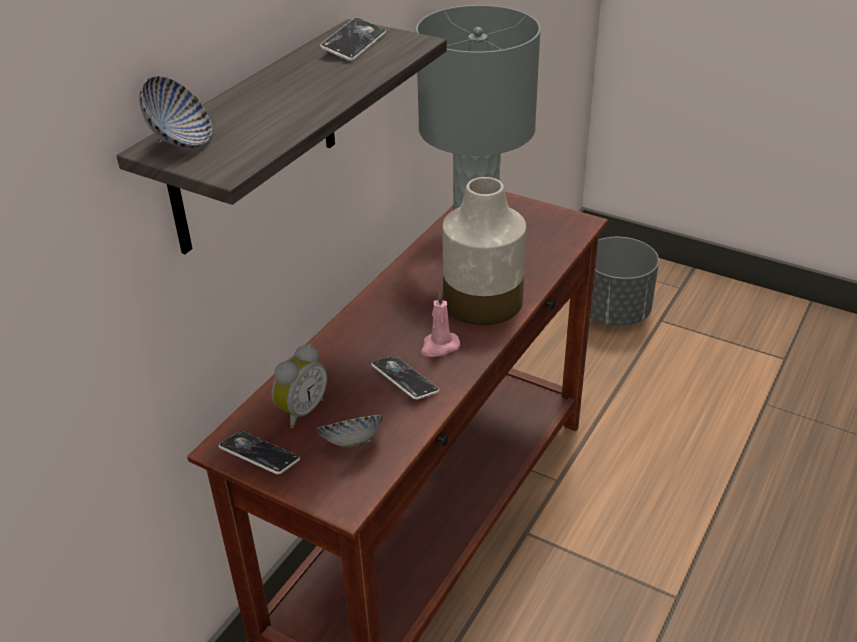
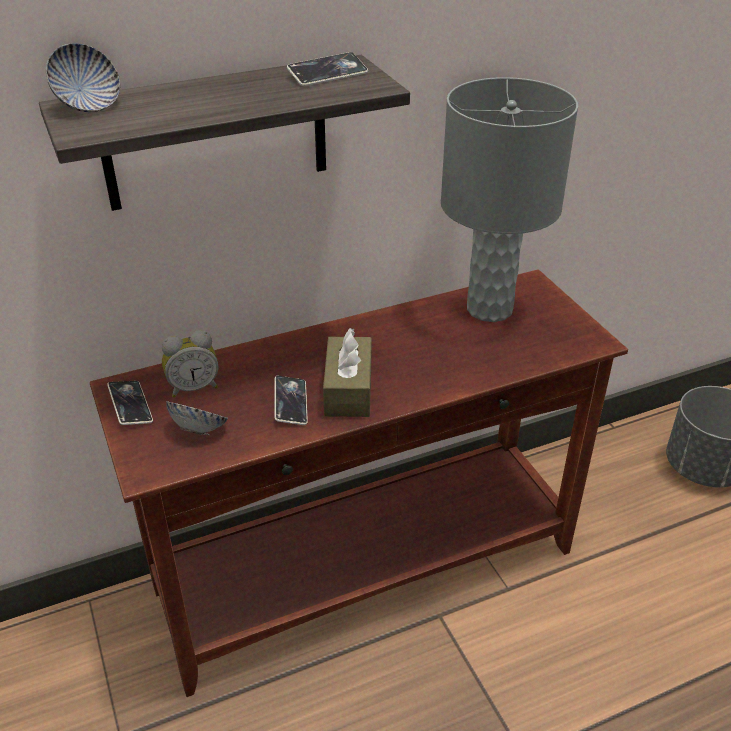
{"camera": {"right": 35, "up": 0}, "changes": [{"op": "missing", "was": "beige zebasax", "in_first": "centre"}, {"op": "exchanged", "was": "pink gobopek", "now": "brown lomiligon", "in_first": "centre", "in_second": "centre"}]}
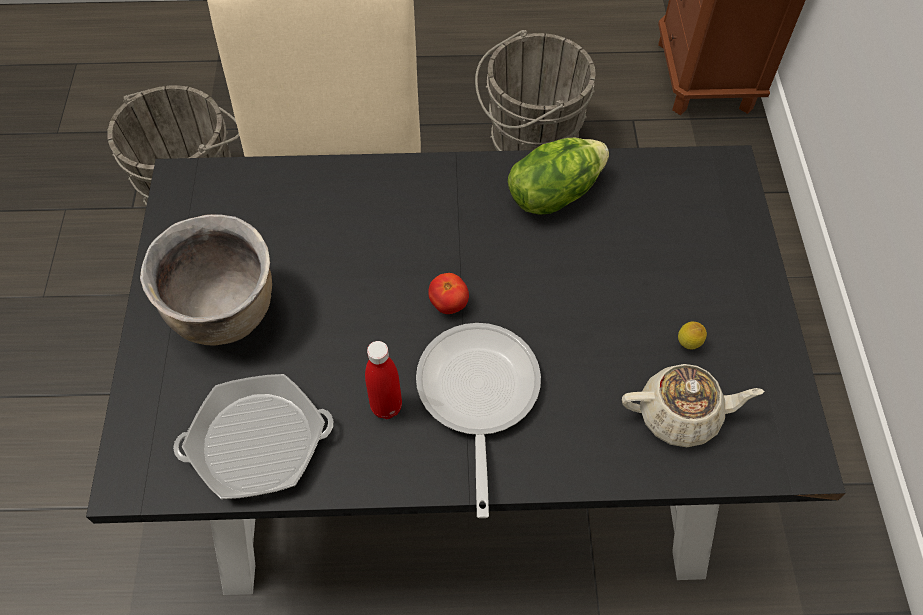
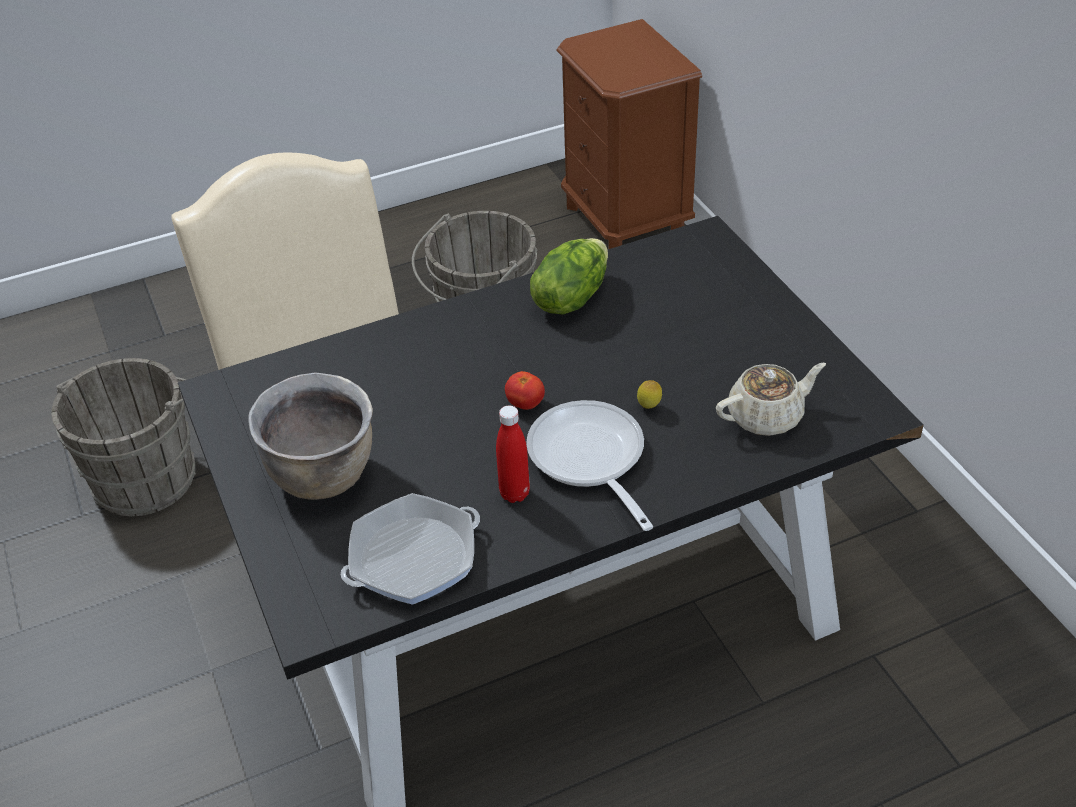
{"camera": {"right": -20, "up": -15}, "changes": [{"op": "relocated", "was": "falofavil", "in_first": "middle right", "in_second": "centre"}]}
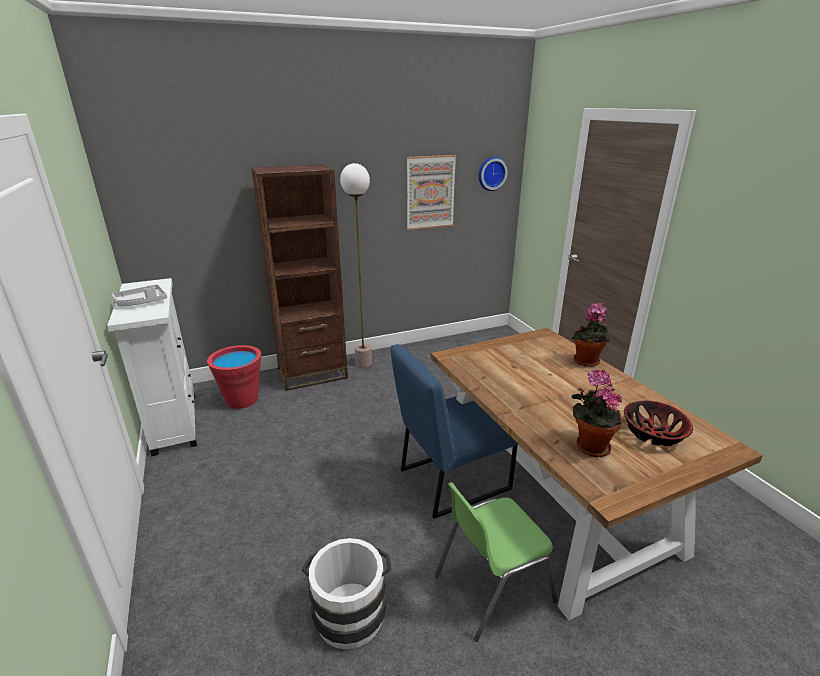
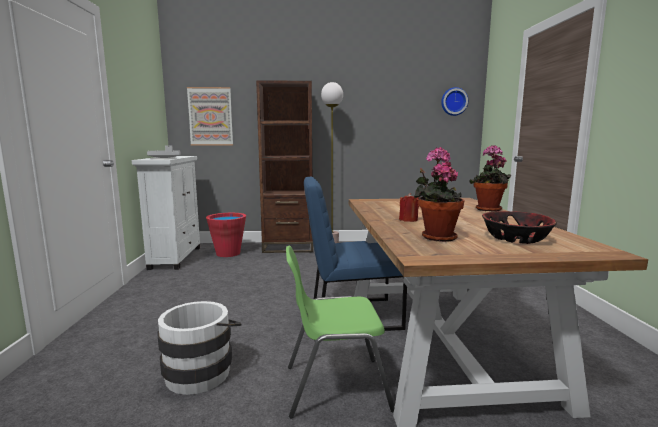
{"camera": {"right": 20, "up": -15}, "changes": [{"op": "relocated", "was": "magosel", "in_first": "top centre", "in_second": "top left"}, {"op": "appeared", "now": "red gobopek", "in_second": "centre"}]}
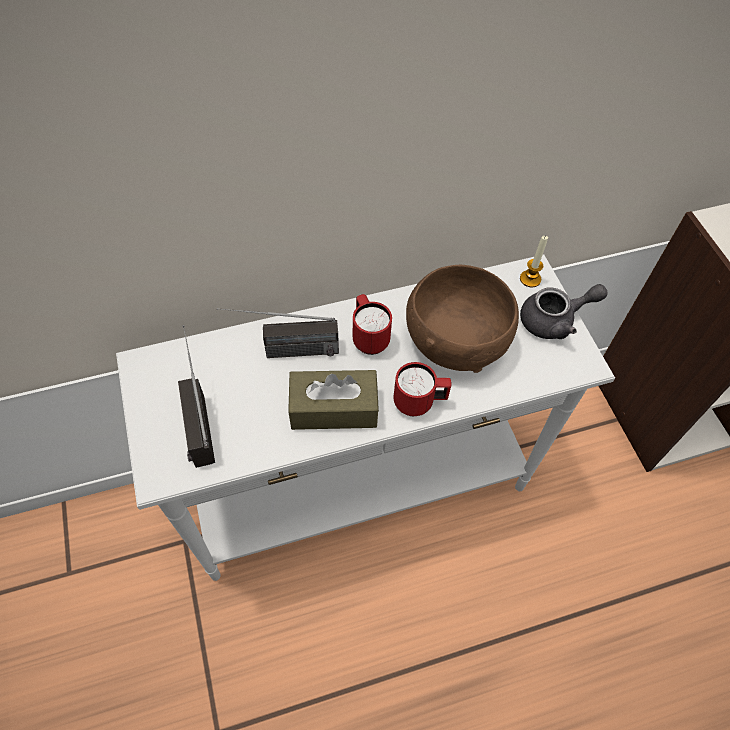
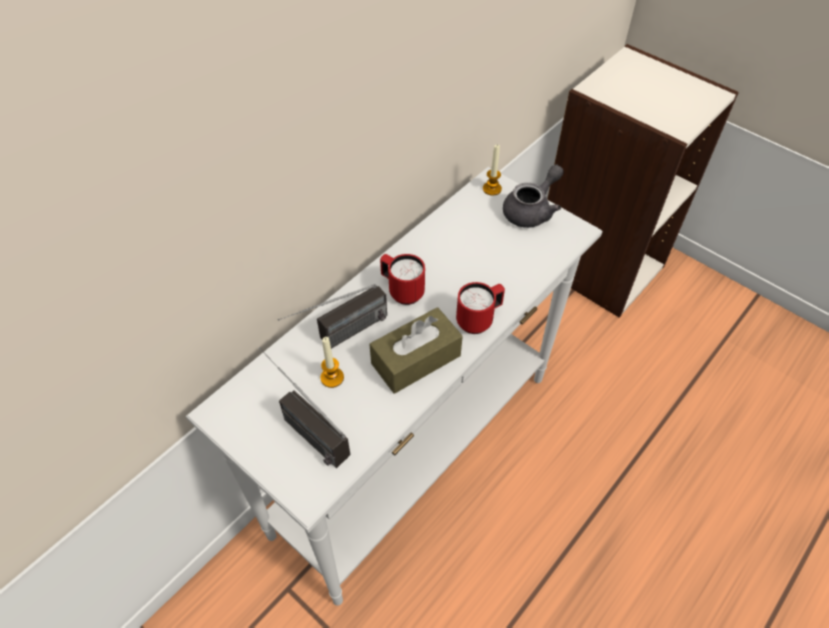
{"camera": {"right": -30, "up": -5}, "changes": [{"op": "missing", "was": "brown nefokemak", "in_first": "centre"}, {"op": "appeared", "now": "gobopek (no. 1 from left)", "in_second": "centre"}]}
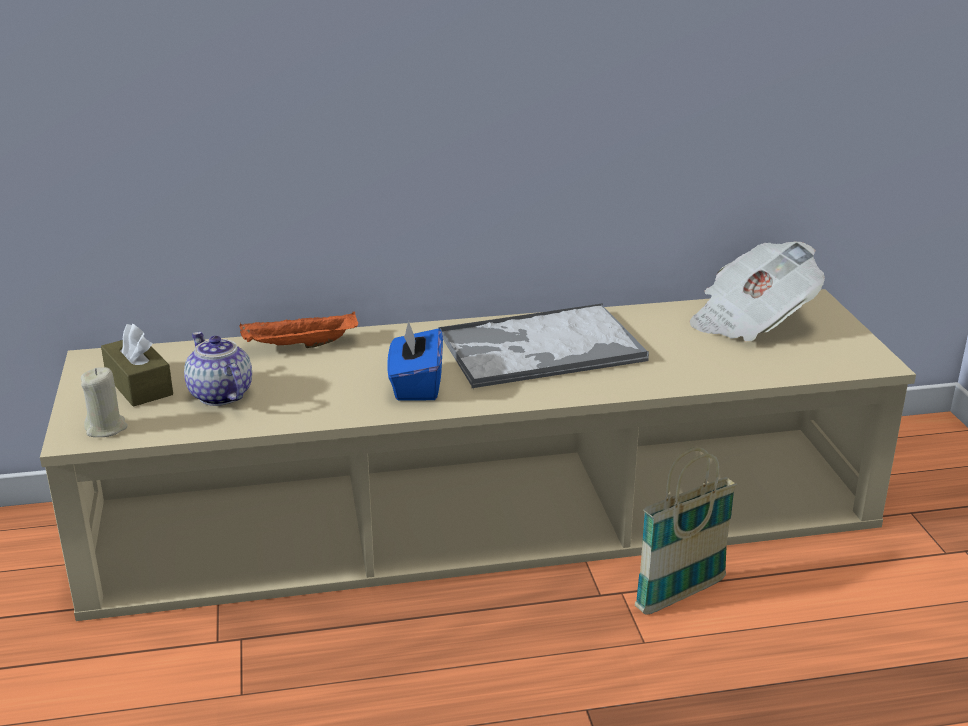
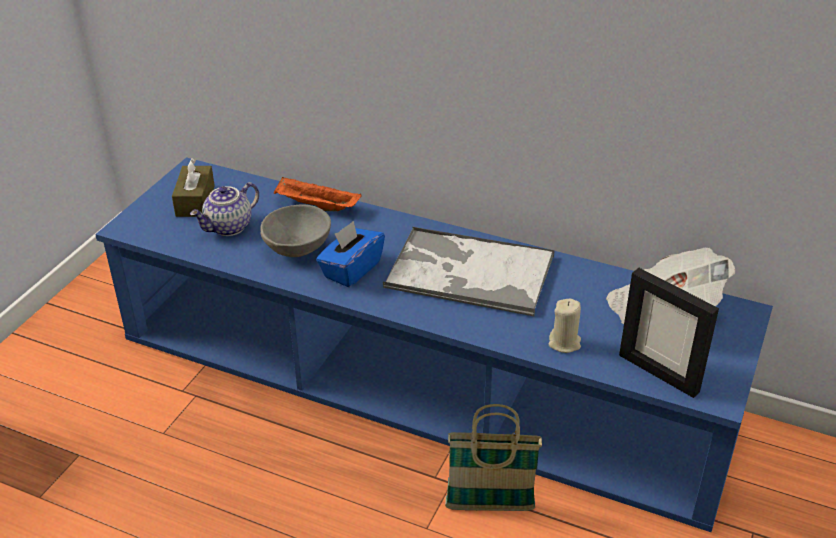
{"camera": {"right": 35, "up": 10}, "changes": [{"op": "colour", "was": "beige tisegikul", "now": "blue tisegikul", "in_first": "centre", "in_second": "centre"}, {"op": "spun", "was": "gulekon", "in_first": "middle left", "in_second": "middle left", "clockwise": -135}, {"op": "relocated", "was": "beige gobopek", "in_first": "middle left", "in_second": "middle right"}, {"op": "appeared", "now": "grey nefokemak", "in_second": "centre"}, {"op": "appeared", "now": "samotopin", "in_second": "middle right"}]}
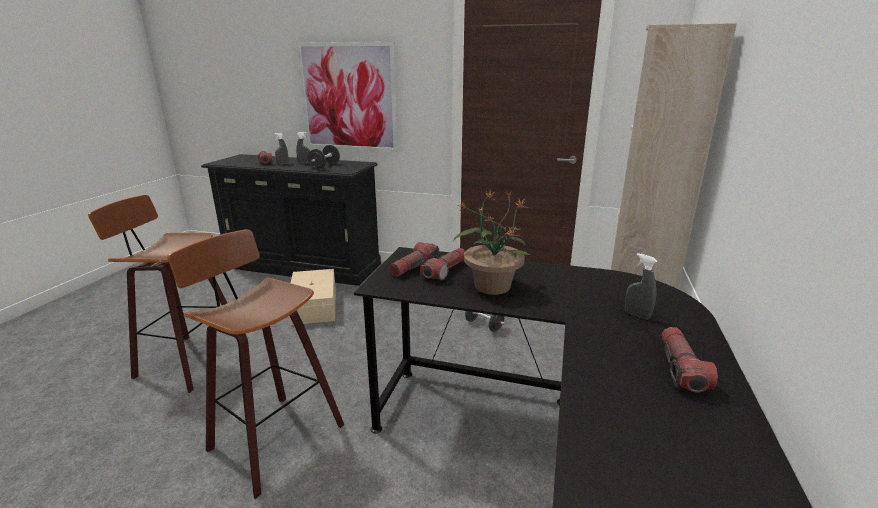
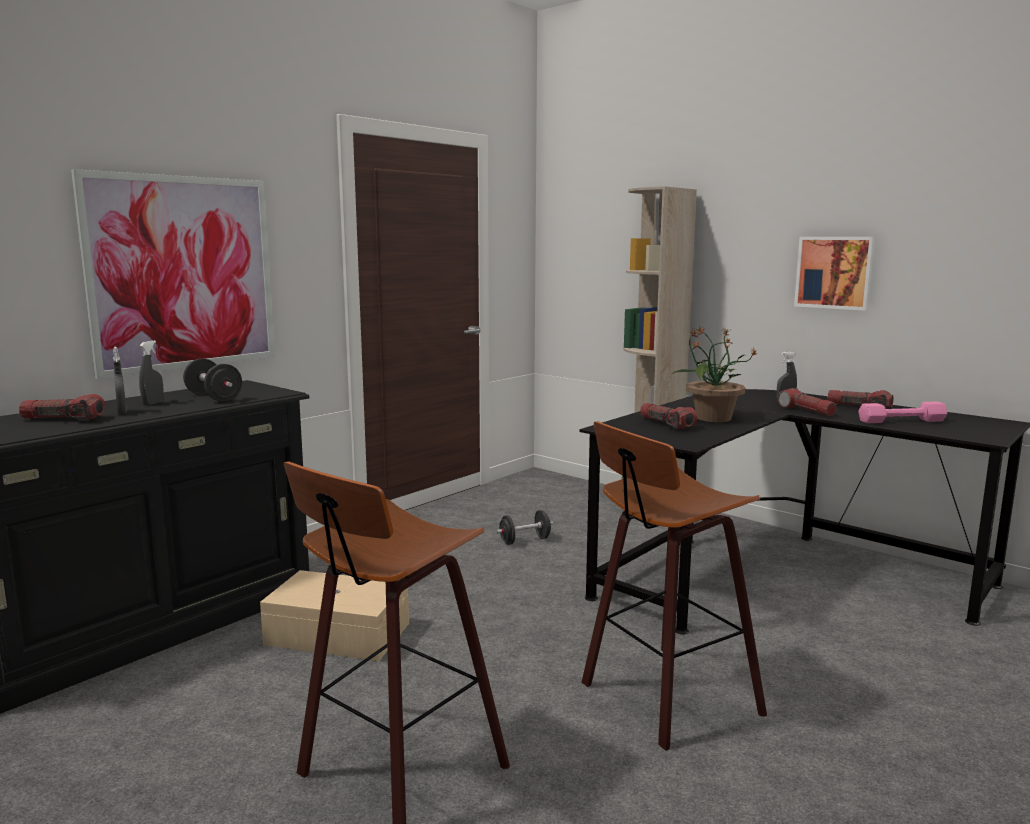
{"camera": {"right": -65, "up": -10}, "changes": [{"op": "relocated", "was": "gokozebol (no. 2 from left in the first image)", "now": "gokozebol (no. 3 from left)", "in_first": "centre", "in_second": "middle right"}, {"op": "appeared", "now": "magosel (no. 2 from left)", "in_second": "top right"}, {"op": "appeared", "now": "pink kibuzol", "in_second": "middle right"}]}
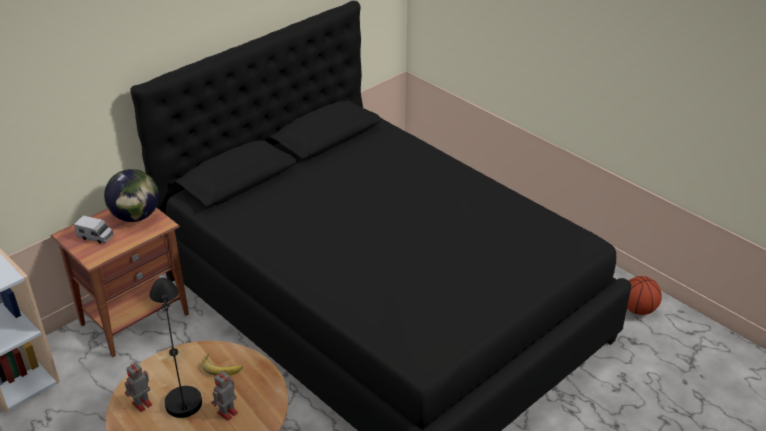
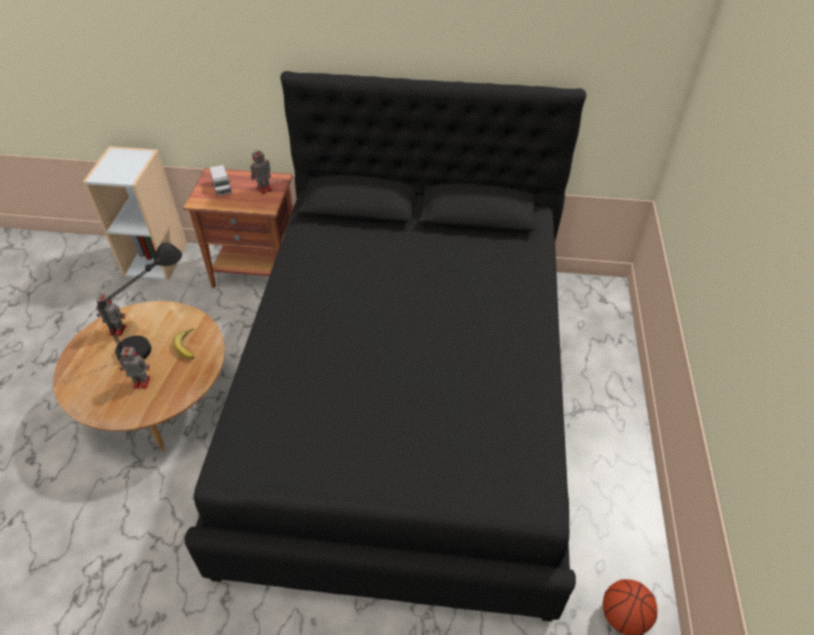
{"camera": {"right": 50, "up": 10}, "changes": [{"op": "exchanged", "was": "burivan", "now": "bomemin (no. 3 from left)", "in_first": "middle left", "in_second": "top left"}]}
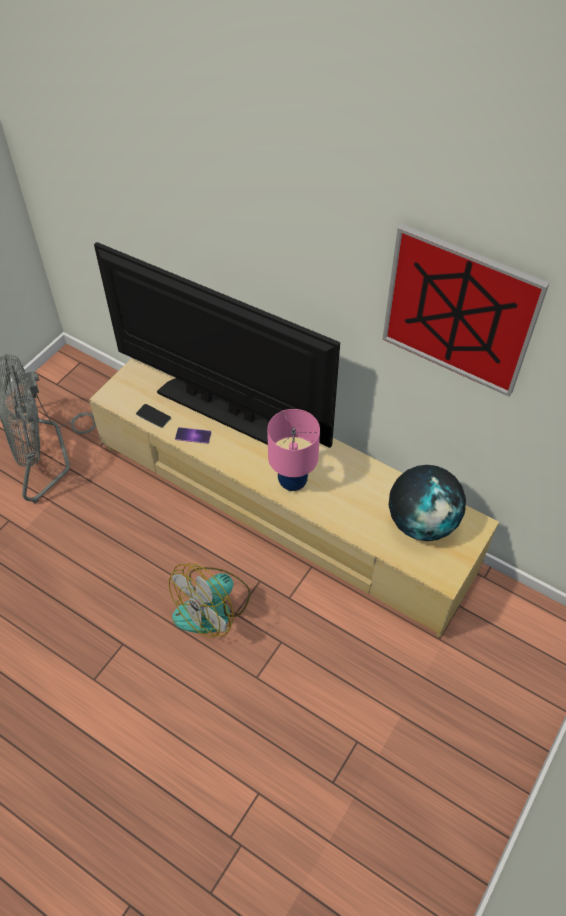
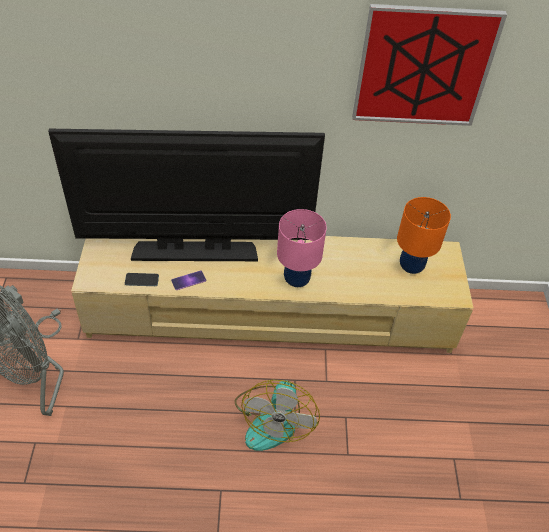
{"camera": {"right": -35, "up": -5}, "changes": [{"op": "exchanged", "was": "burivan", "now": "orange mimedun", "in_first": "middle right", "in_second": "middle right"}]}
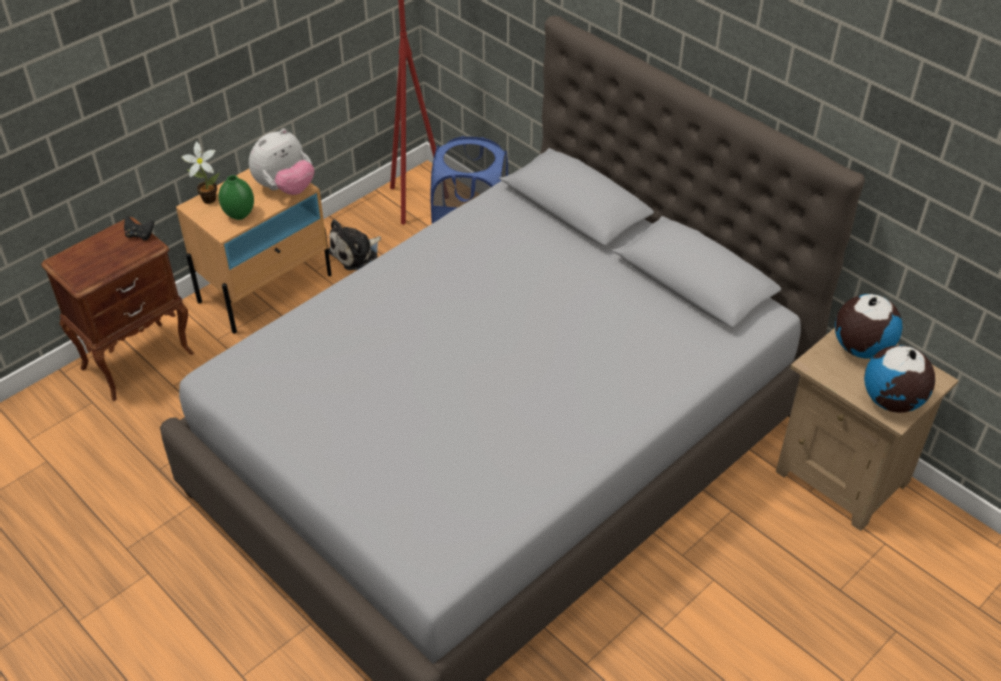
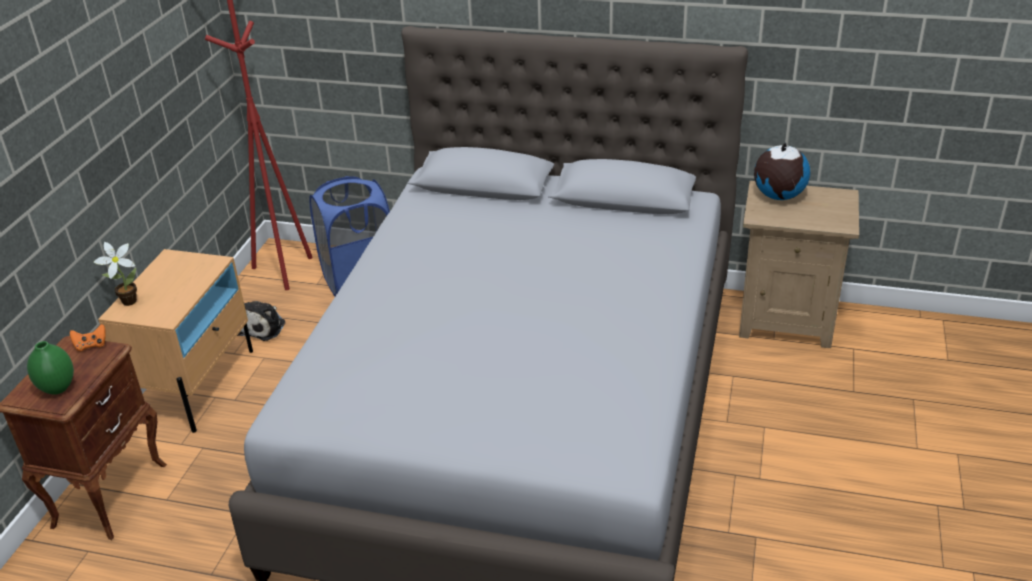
{"camera": {"right": -30, "up": -10}, "changes": [{"op": "missing", "was": "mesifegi (no. 1 from left)", "in_first": "top left"}, {"op": "relocated", "was": "green zebasax", "in_first": "top left", "in_second": "middle left"}, {"op": "colour", "was": "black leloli", "now": "orange leloli", "in_first": "middle left", "in_second": "middle left"}, {"op": "missing", "was": "burivan (no. 2 from left)", "in_first": "middle right"}]}
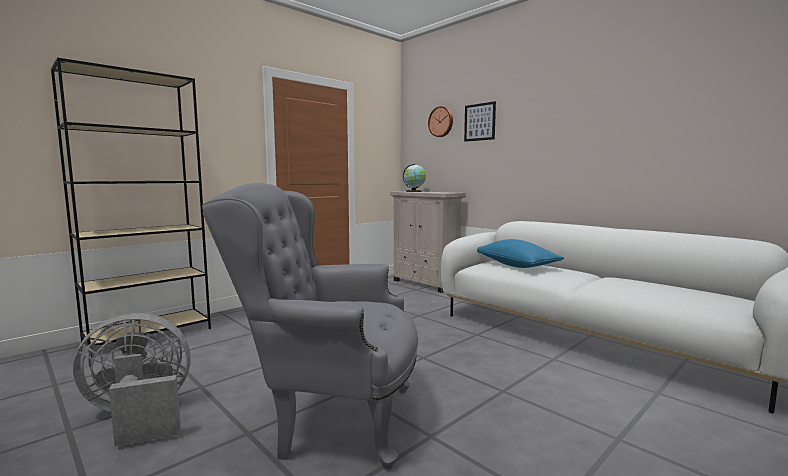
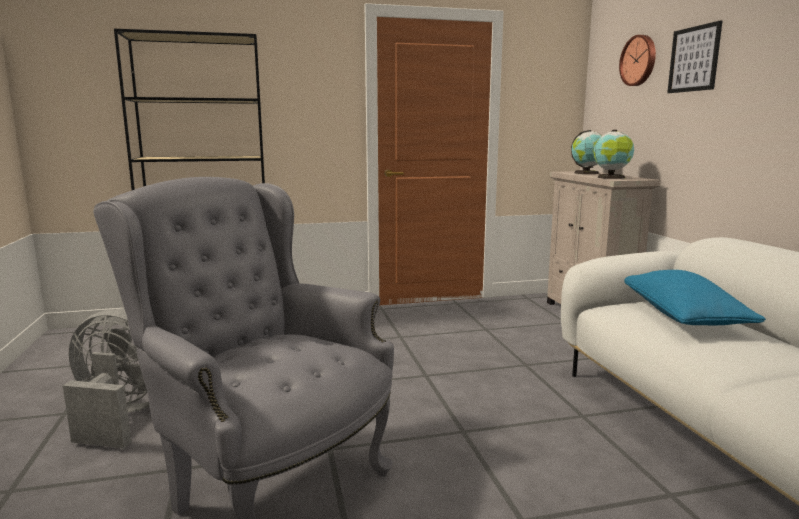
{"camera": {"right": 30, "up": 5}, "changes": [{"op": "appeared", "now": "burivan (no. 2 from left)", "in_second": "top right"}]}
